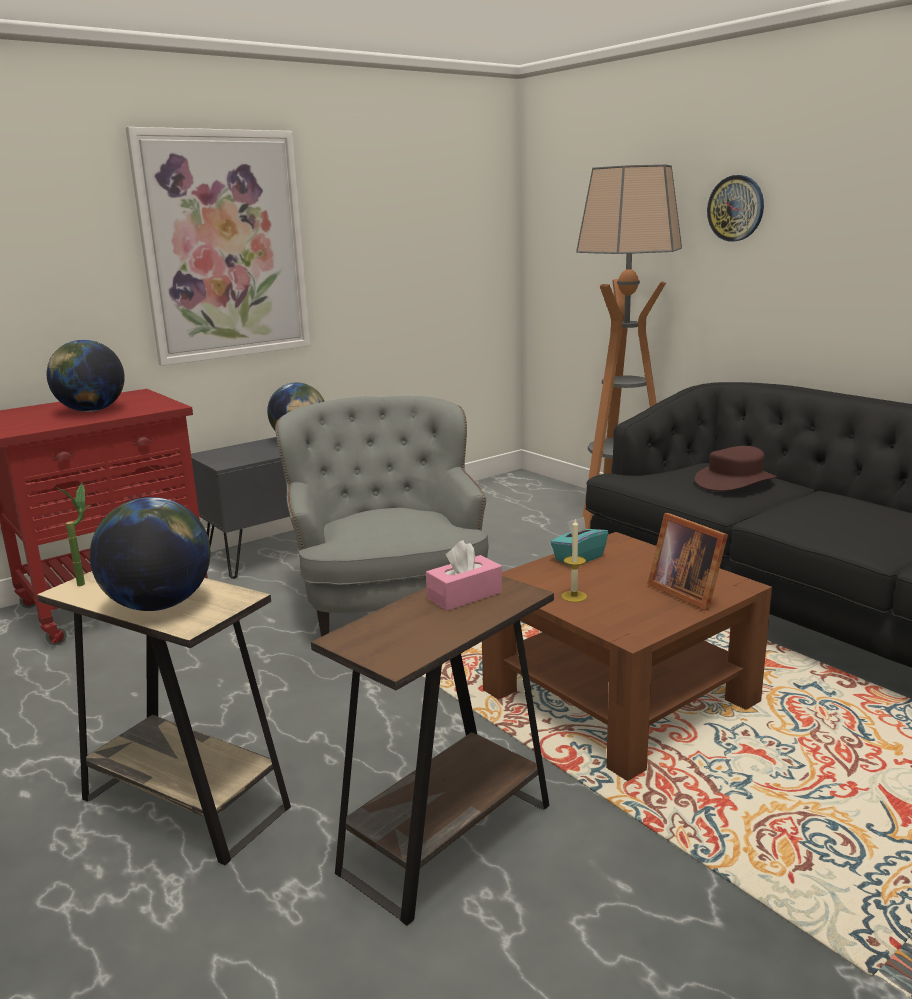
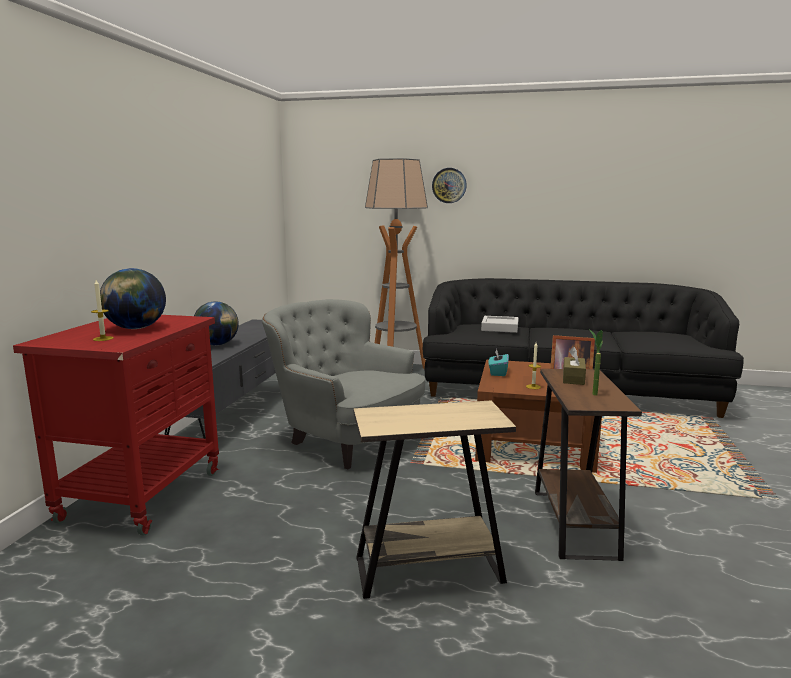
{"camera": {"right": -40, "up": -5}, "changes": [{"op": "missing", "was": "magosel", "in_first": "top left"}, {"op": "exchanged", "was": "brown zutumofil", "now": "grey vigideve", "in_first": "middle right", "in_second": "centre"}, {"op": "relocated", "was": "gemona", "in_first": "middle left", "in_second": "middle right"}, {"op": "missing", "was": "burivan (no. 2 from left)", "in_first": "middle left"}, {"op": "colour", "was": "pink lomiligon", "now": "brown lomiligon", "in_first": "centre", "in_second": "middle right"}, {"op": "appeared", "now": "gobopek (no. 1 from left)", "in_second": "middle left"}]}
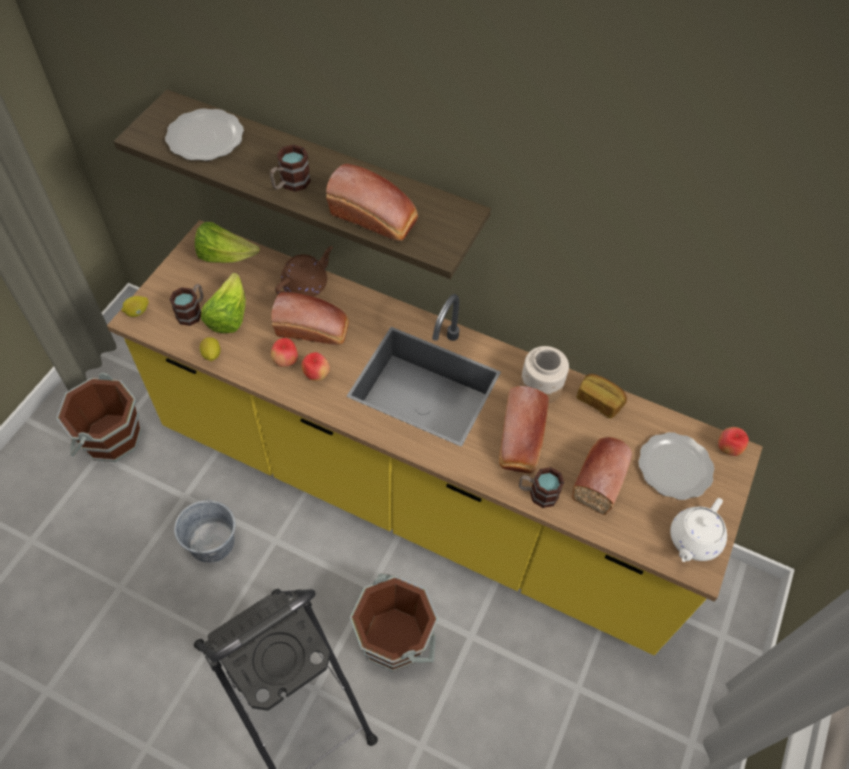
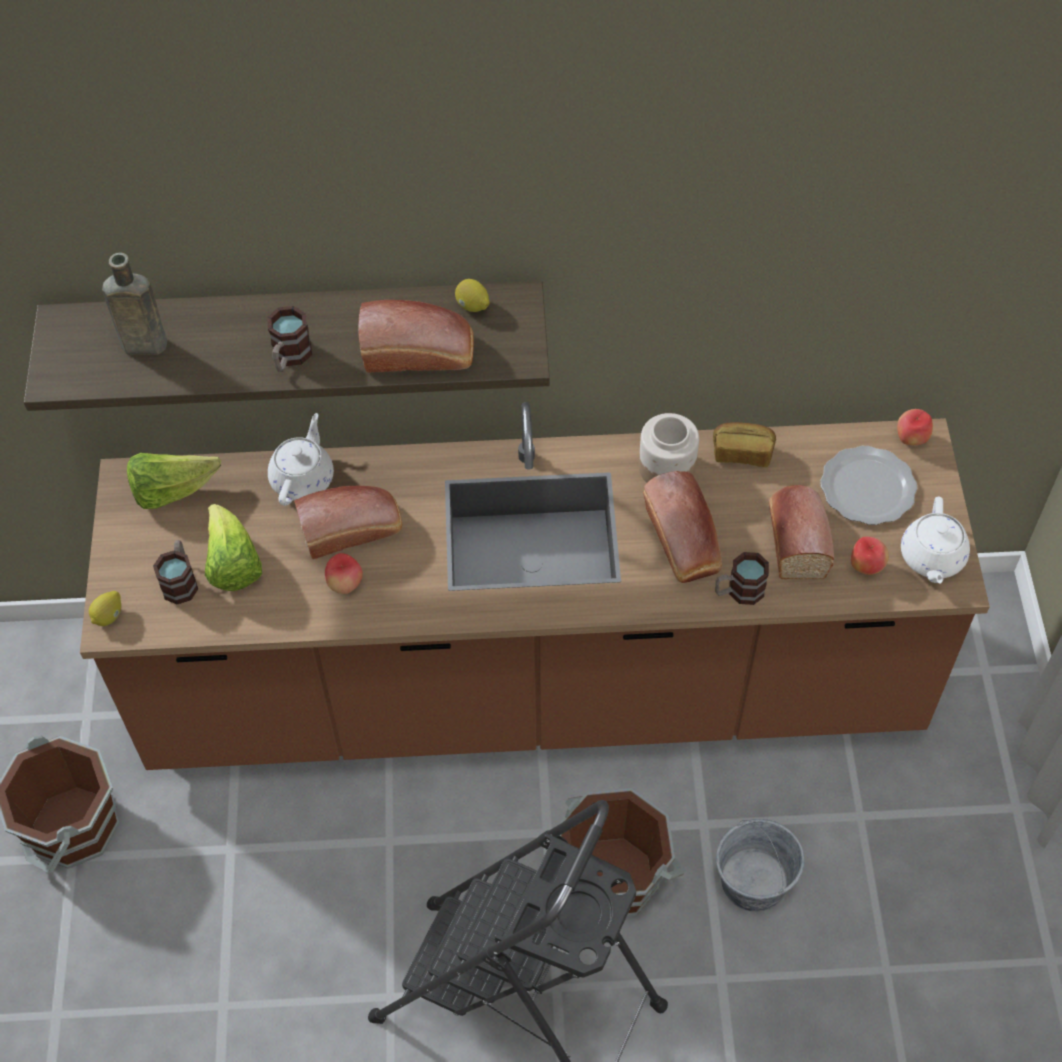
{"camera": {"right": -25, "up": 0}, "changes": [{"op": "exchanged", "was": "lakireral (no. 1 from left)", "now": "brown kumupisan", "in_first": "top left", "in_second": "top left"}, {"op": "colour", "was": "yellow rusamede", "now": "brown rusamede", "in_first": "centre", "in_second": "centre"}, {"op": "colour", "was": "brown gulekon", "now": "white gulekon (no. 1 from left)", "in_first": "centre", "in_second": "middle left"}, {"op": "relocated", "was": "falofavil (no. 2 from left)", "in_first": "middle left", "in_second": "top centre"}, {"op": "relocated", "was": "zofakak (no. 2 from left)", "in_first": "centre", "in_second": "middle right"}, {"op": "relocated", "was": "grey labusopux", "in_first": "bottom left", "in_second": "bottom right"}]}
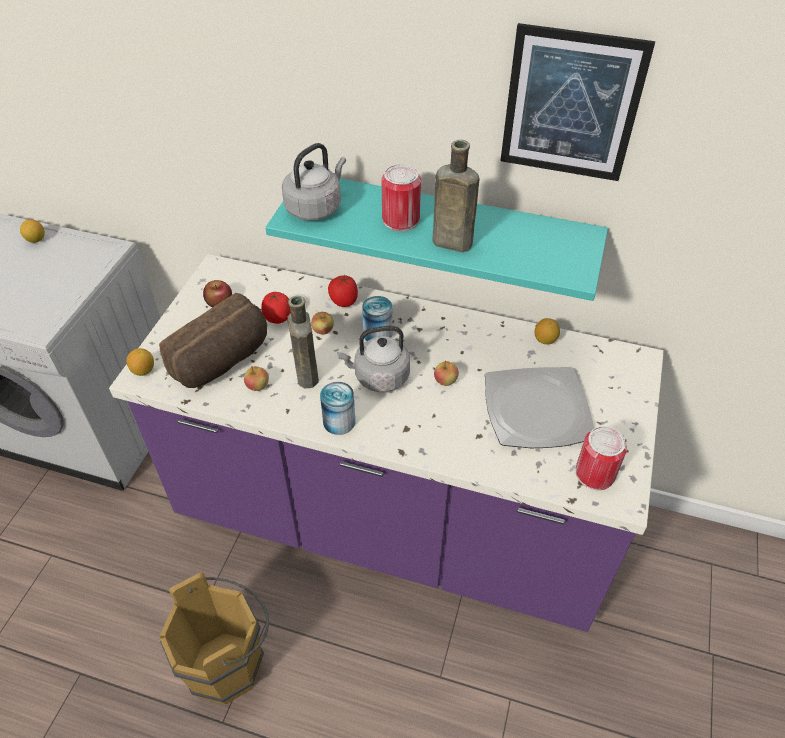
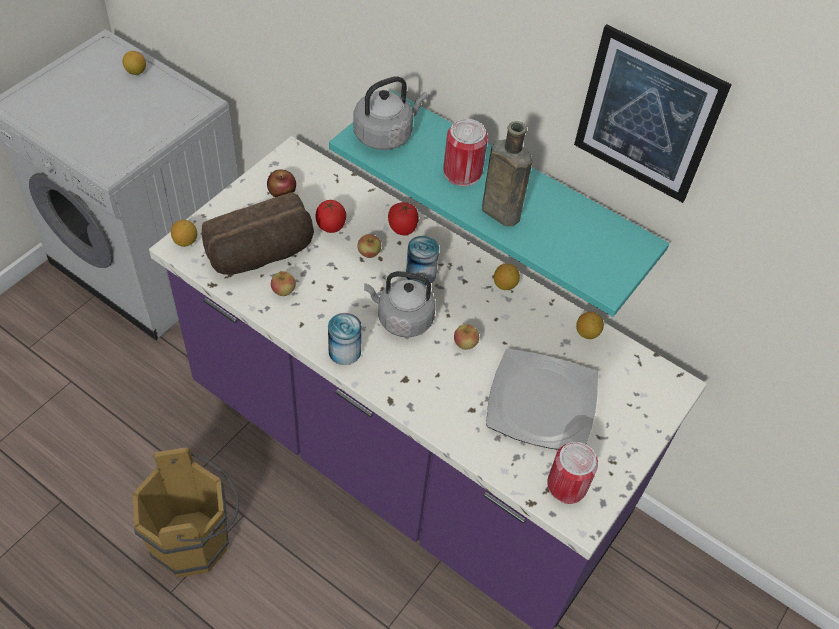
{"camera": {"right": 15, "up": 5}, "changes": [{"op": "missing", "was": "brown kumupisan (no. 1 from left)", "in_first": "centre"}, {"op": "appeared", "now": "falofavil (no. 3 from left)", "in_second": "centre"}]}
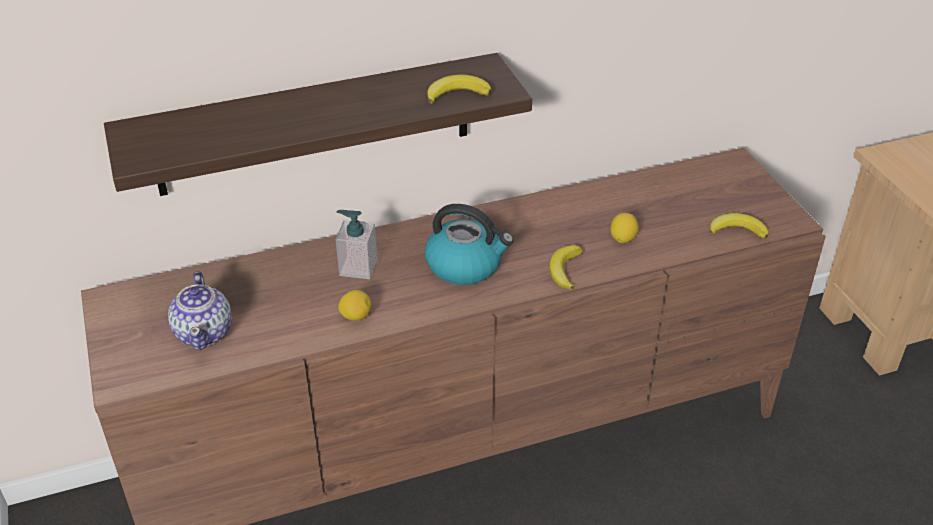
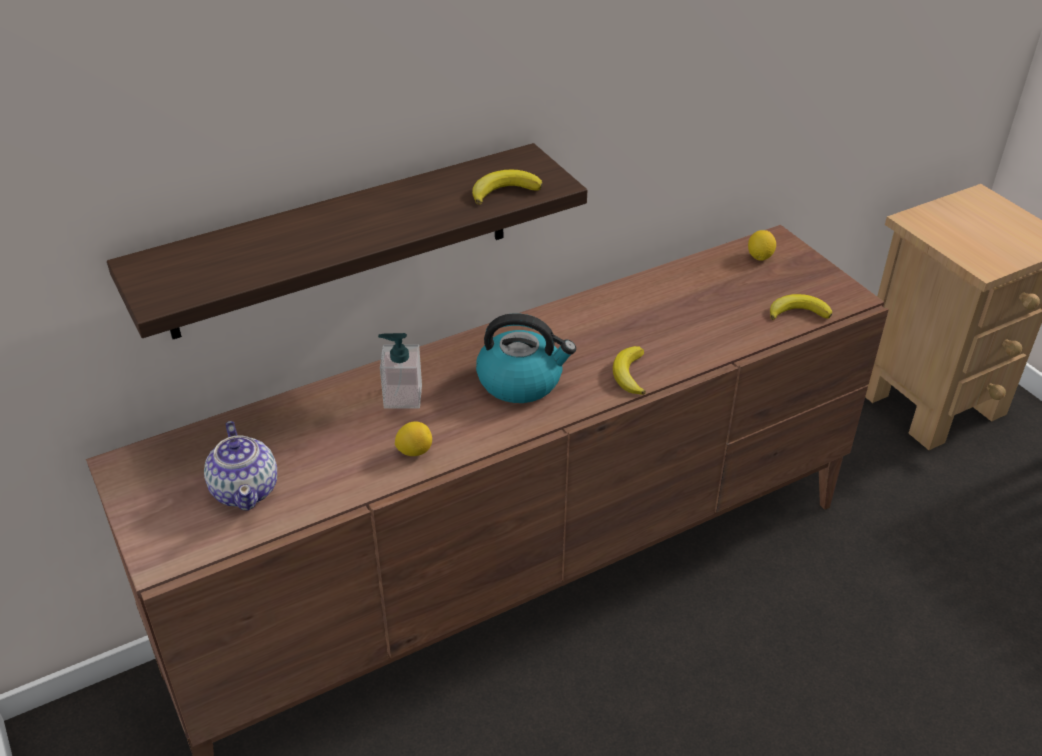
{"camera": {"right": -10, "up": 0}, "changes": [{"op": "relocated", "was": "falofavil (no. 2 from left)", "in_first": "middle right", "in_second": "top right"}]}
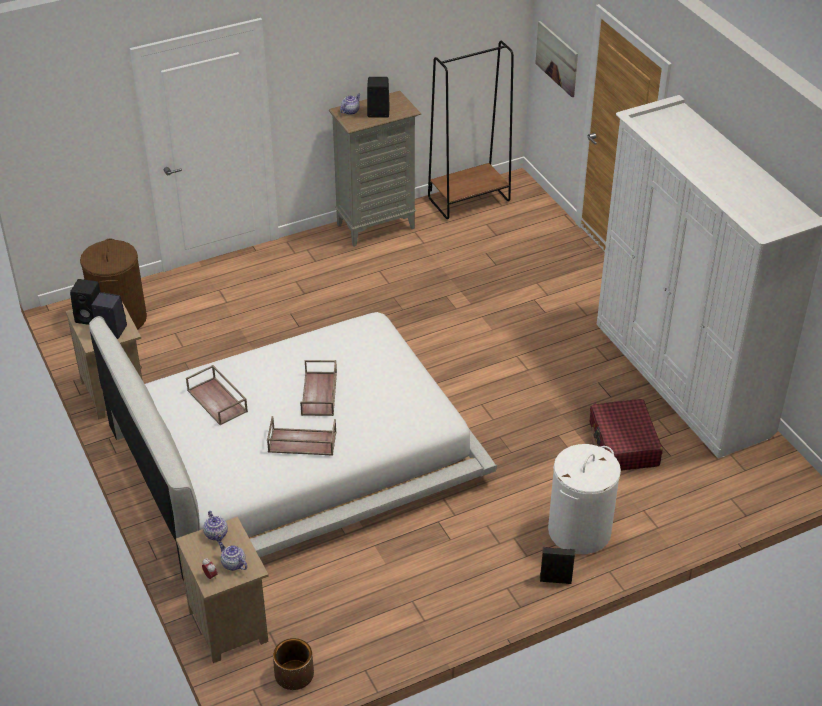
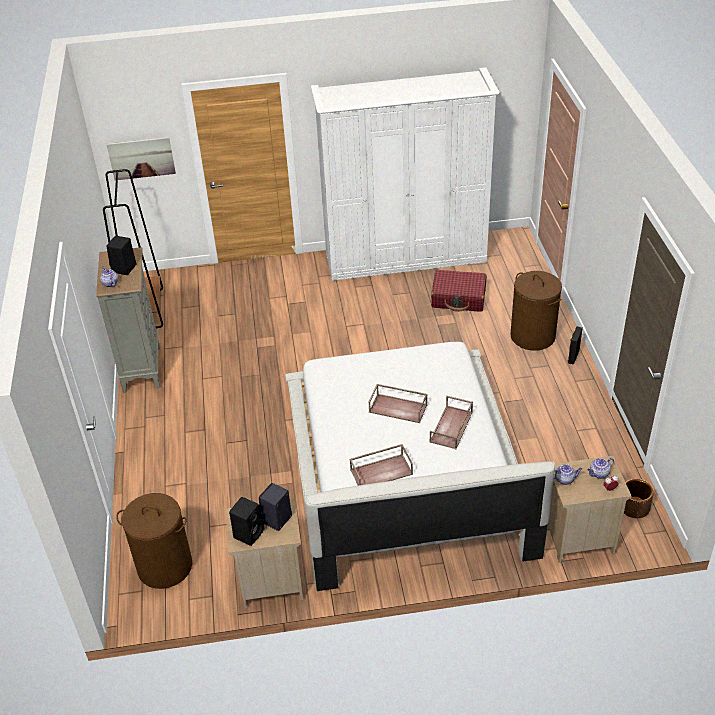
{"camera": {"right": -70, "up": 0}, "changes": [{"op": "colour", "was": "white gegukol", "now": "brown gegukol (no. 2 from left)", "in_first": "bottom right", "in_second": "middle right"}]}
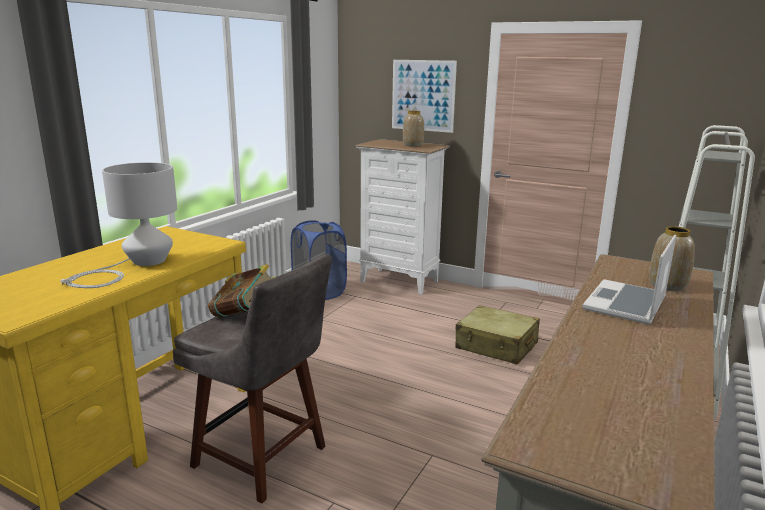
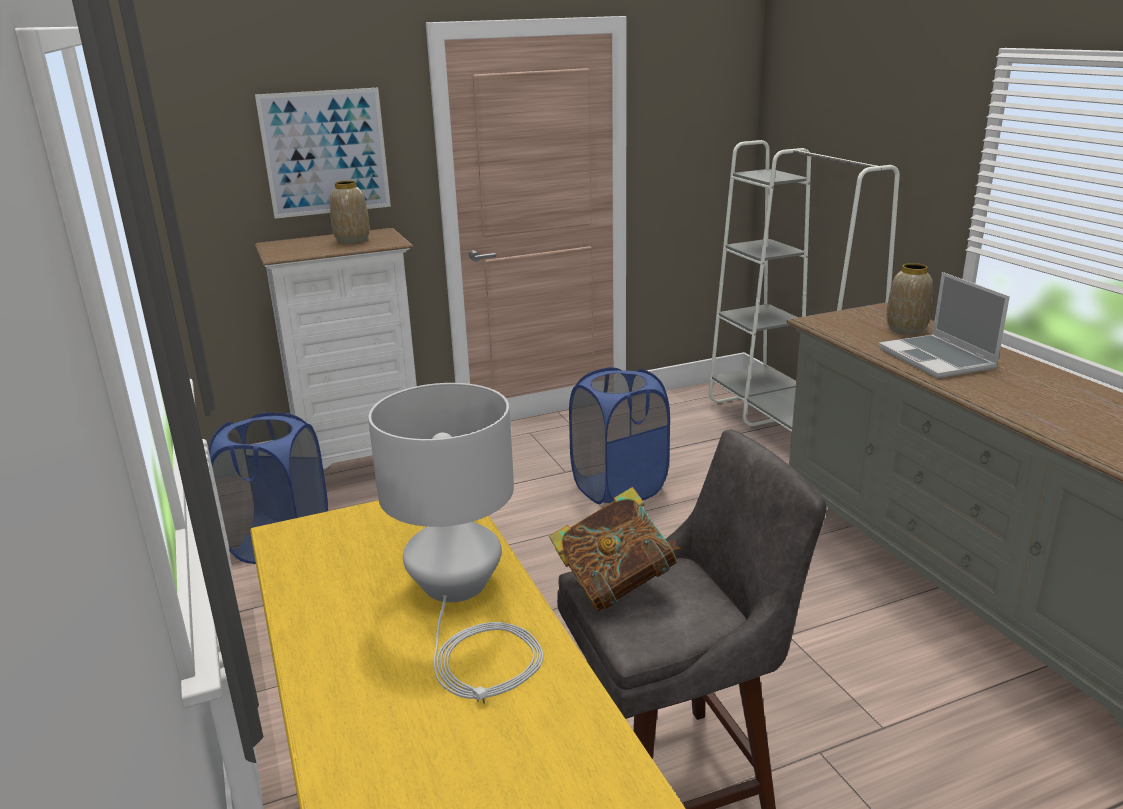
{"camera": {"right": -50, "up": 5}, "changes": [{"op": "exchanged", "was": "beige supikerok", "now": "blue gegukol (no. 2 from left)", "in_first": "centre", "in_second": "centre"}]}
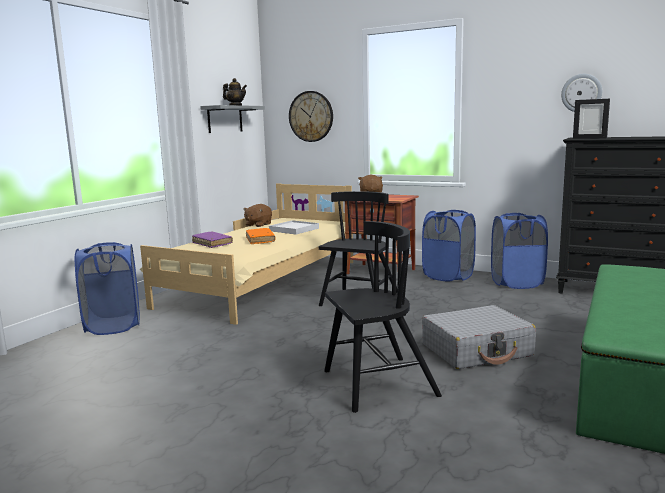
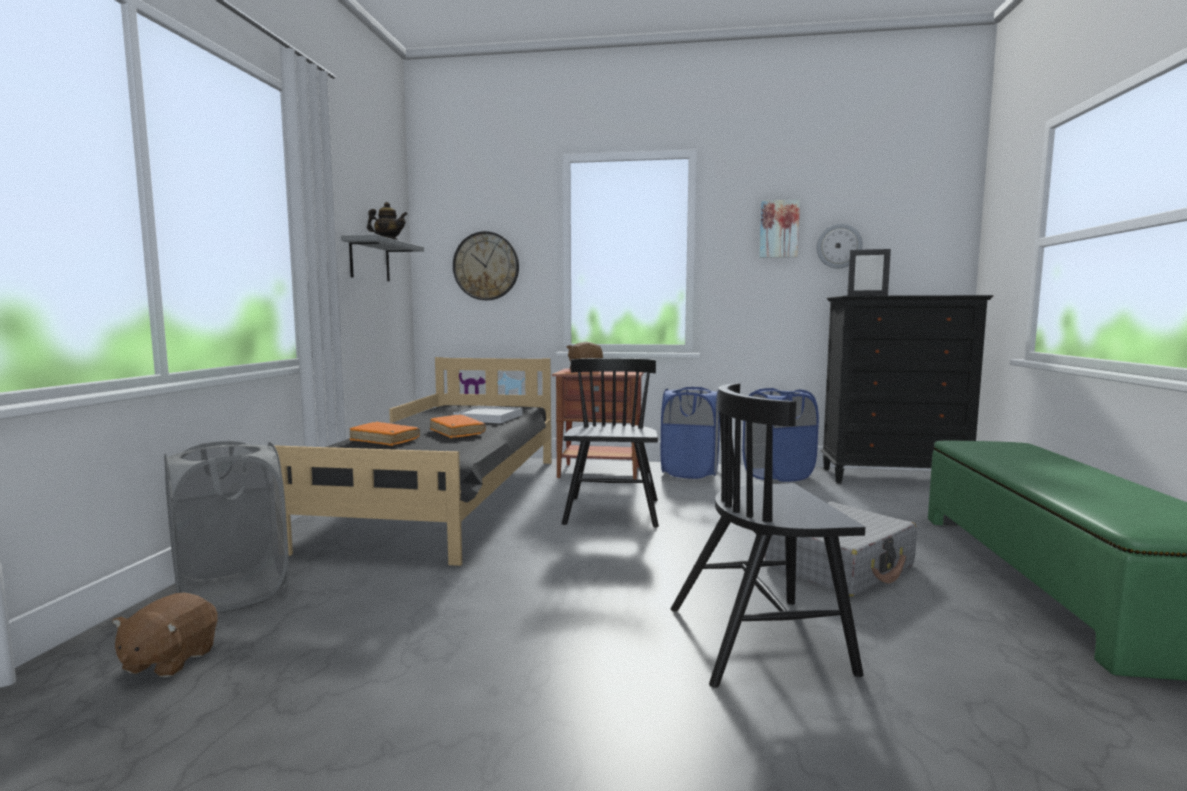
{"camera": {"right": -20, "up": -5}, "changes": [{"op": "colour", "was": "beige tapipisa", "now": "black tapipisa", "in_first": "centre", "in_second": "centre"}, {"op": "relocated", "was": "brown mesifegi (no. 1 from left)", "in_first": "centre", "in_second": "bottom left"}, {"op": "spun", "was": "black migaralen (no. 2 from left)", "in_first": "centre", "in_second": "bottom centre", "clockwise": -150}, {"op": "colour", "was": "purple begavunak", "now": "orange begavunak (no. 1 from left)", "in_first": "middle left", "in_second": "middle left"}, {"op": "colour", "was": "blue gegukol (no. 1 from left)", "now": "grey gegukol", "in_first": "middle left", "in_second": "middle left"}, {"op": "appeared", "now": "magosel", "in_second": "top centre"}]}
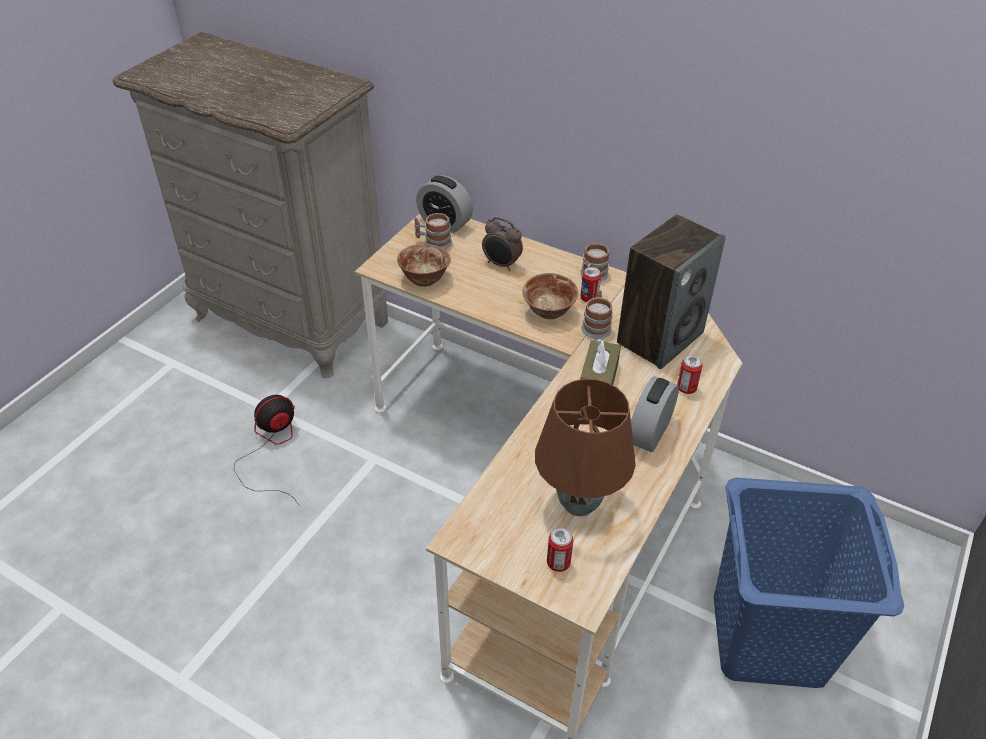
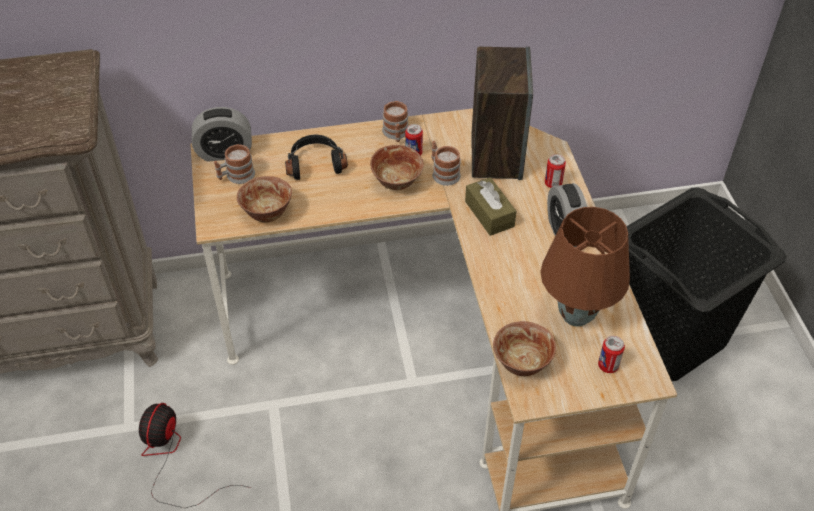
{"camera": {"right": -40, "up": 5}, "changes": [{"op": "exchanged", "was": "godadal (no. 2 from left)", "now": "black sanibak", "in_first": "top centre", "in_second": "top centre"}, {"op": "colour", "was": "blue gegukol", "now": "black gegukol", "in_first": "bottom right", "in_second": "middle right"}, {"op": "appeared", "now": "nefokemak (no. 3 from left)", "in_second": "bottom centre"}]}
